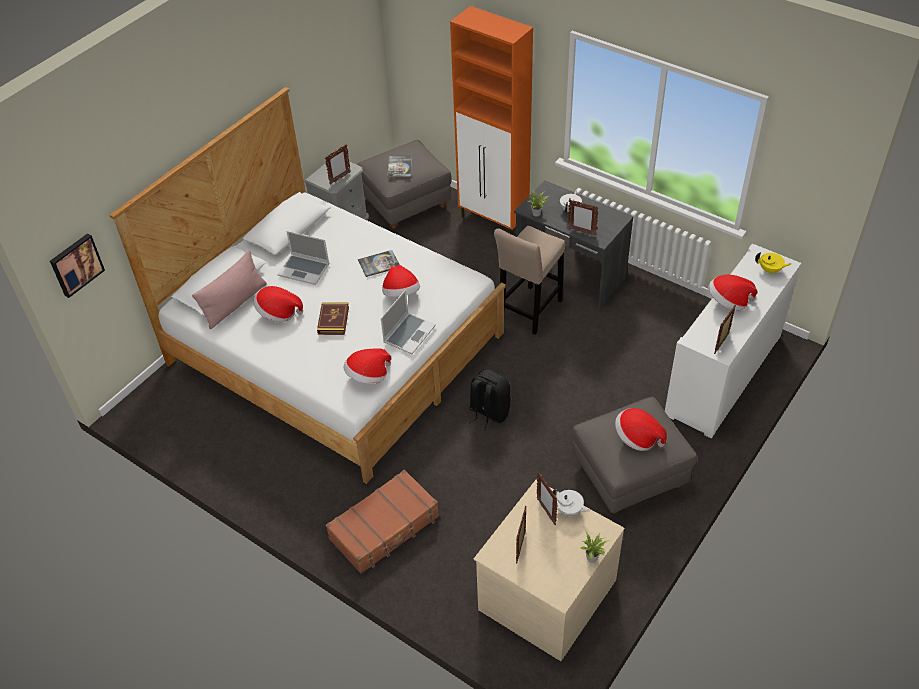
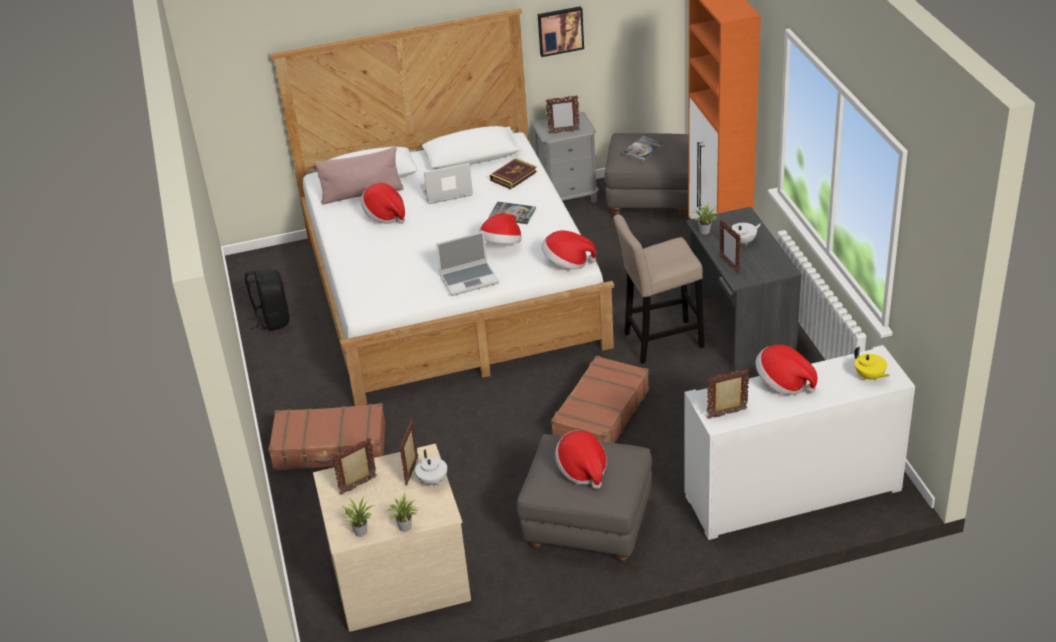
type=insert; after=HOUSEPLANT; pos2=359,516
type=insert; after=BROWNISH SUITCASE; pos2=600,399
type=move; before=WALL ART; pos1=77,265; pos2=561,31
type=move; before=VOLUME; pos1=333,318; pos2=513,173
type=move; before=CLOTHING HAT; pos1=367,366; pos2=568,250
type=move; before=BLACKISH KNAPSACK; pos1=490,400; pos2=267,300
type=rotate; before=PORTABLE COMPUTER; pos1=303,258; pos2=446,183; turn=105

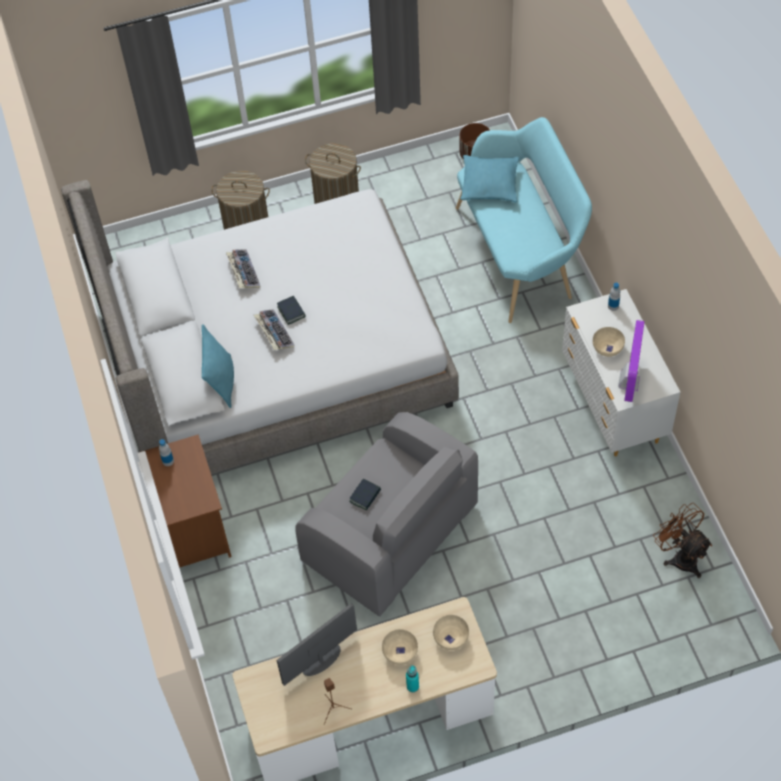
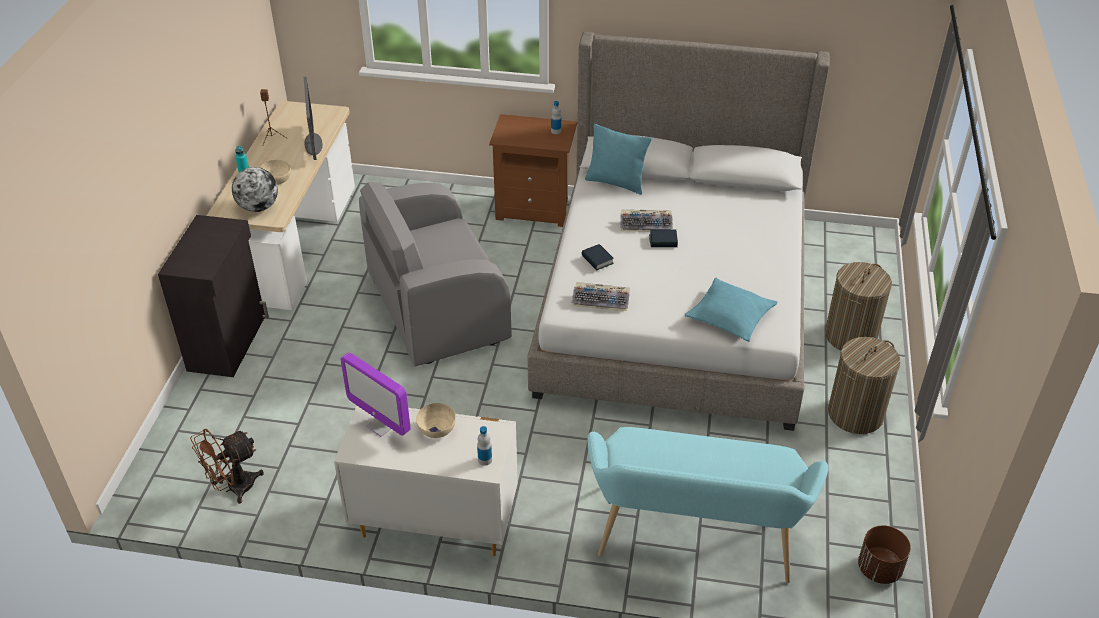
type=insert; after=BLACKISH STORAGE CABINET; pos2=213,296
type=move; before=KEYBOARD; pos1=243,268; pos2=601,296
type=move; before=VOLUME; pos1=365,495; pos2=598,257
type=move; before=BLUE-GREEN PILLOW; pos1=489,178; pos2=731,310
type=replace; before=BEIGE-COLOURED DEEP DISH; after=GLOBE; pos1=451,632; pos2=255,189
type=rotate; before=BROWNISH ELECTRIC FAN; pos1=682,540; pos2=227,466; turn=150

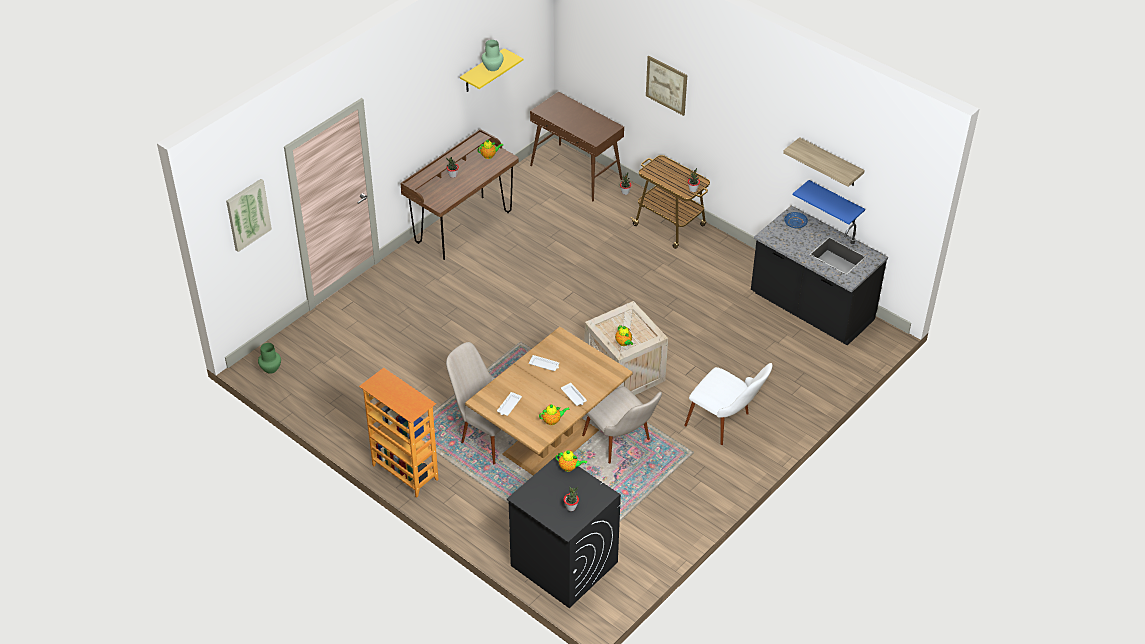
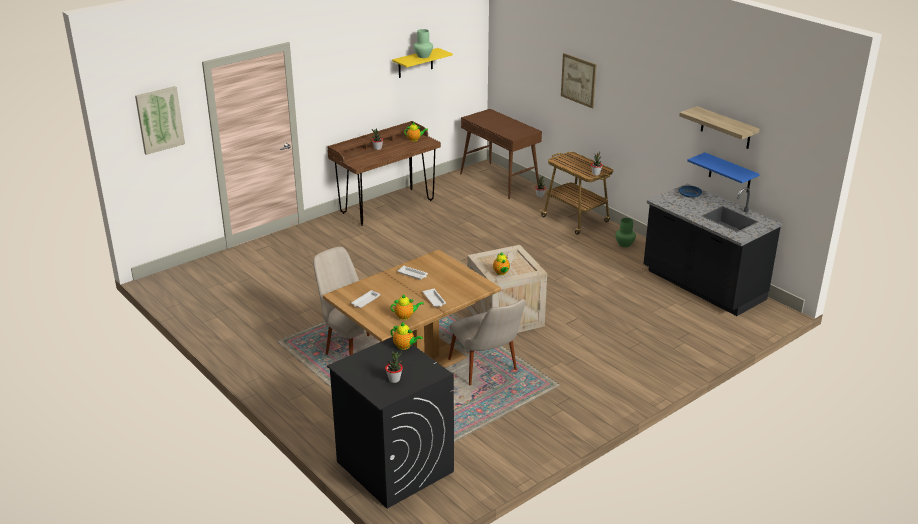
type=delete; before=SHELVING UNIT; pos1=399,433
type=delete; before=WHITE PLAIN CHAIR; pos1=728,404
type=move; before=GREEN-COLOURED DECORATIVE VASE; pos1=269,358; pos2=625,232

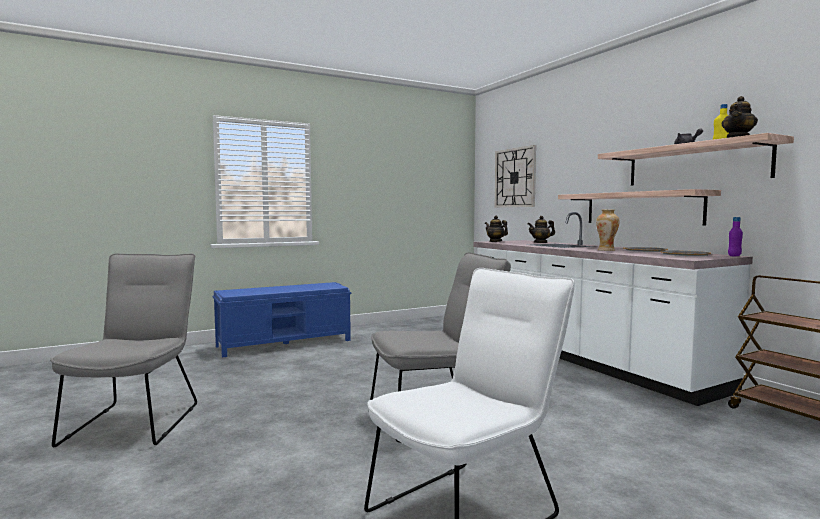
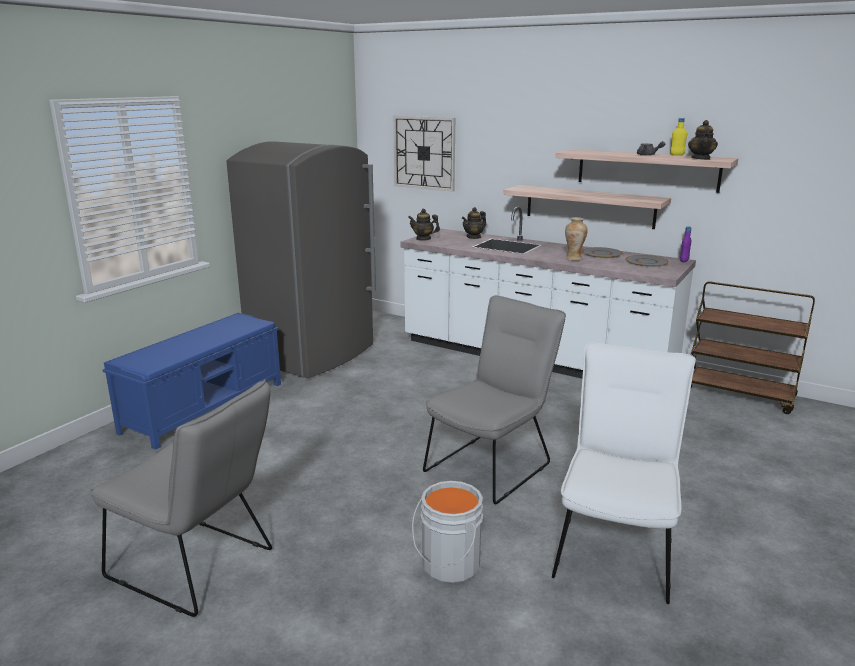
type=insert; after=GREYISH KITCHEN FRIDGE; pos2=301,259
type=insert; after=GREYISH WATER BUCKET; pos2=447,532
type=rotate; before=GREYISH PLAIN CHAIR; pos1=123,350; pos2=181,498; turn=150

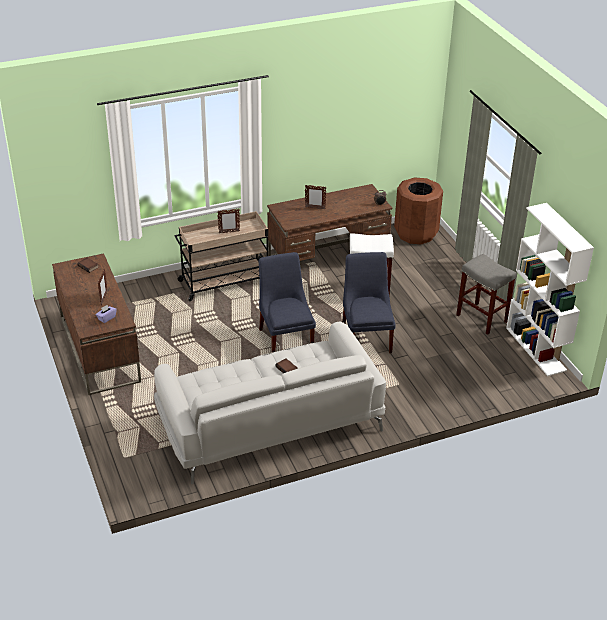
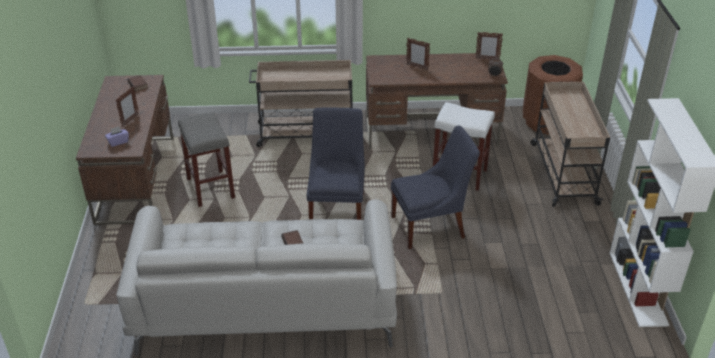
type=insert; after=BEIGE-COLOURED WHEELED CART; pos2=570,144
type=move; before=PICTURE FRAME; pos1=229,221; pos2=489,46
type=move; before=GREYISH STOOL SEAT; pos1=486,294; pos2=206,159
type=rotate; before=BLUISH PLAIN CHAIR; pos1=369,302; pos2=435,187; turn=60

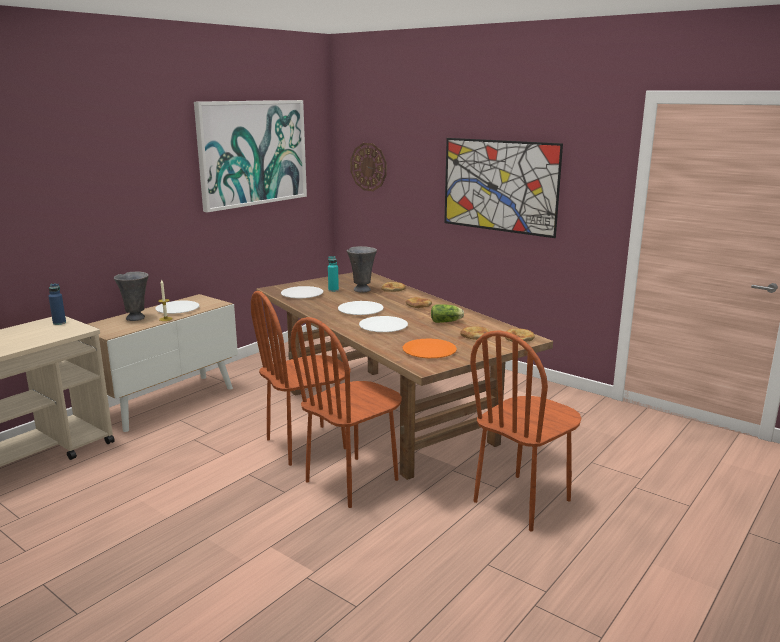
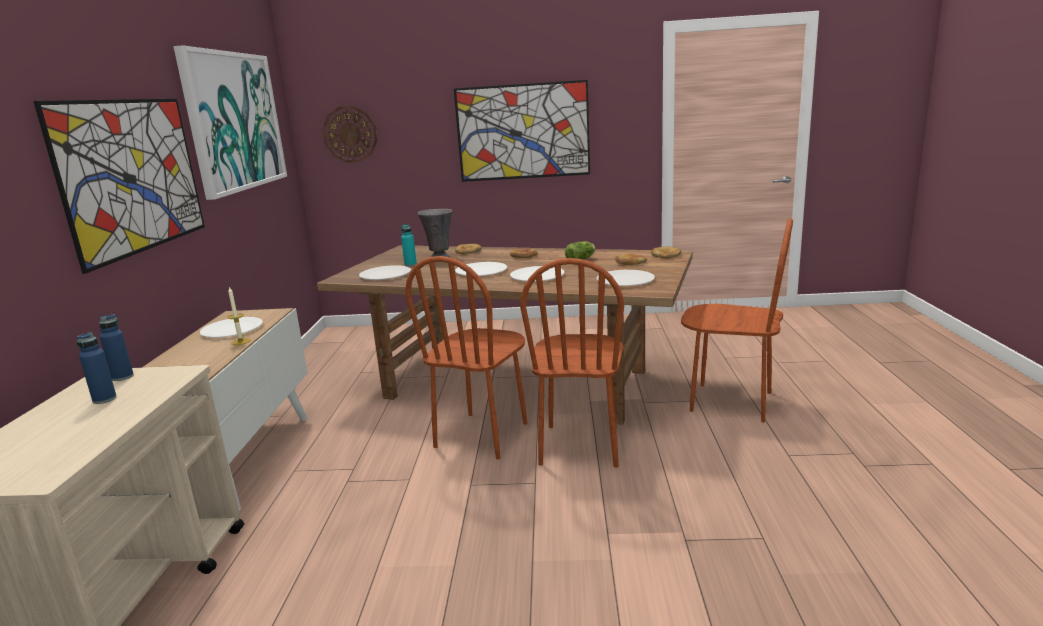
type=delete; before=GREYISH DECORATIVE VASE; pos1=131,296
type=insert; after=WALL ART; pos2=119,186
type=insert; after=BLUISH DRINK BOTTLE; pos2=96,368
type=recolor; before=ORANGE DINNER PLATE; after=WHITE DINNER PLATE; pos1=430,348; pos2=625,278
type=rotate; before=BROWNISH PLAIN CHAIR; pos1=526,431; pos2=737,321; turn=-75

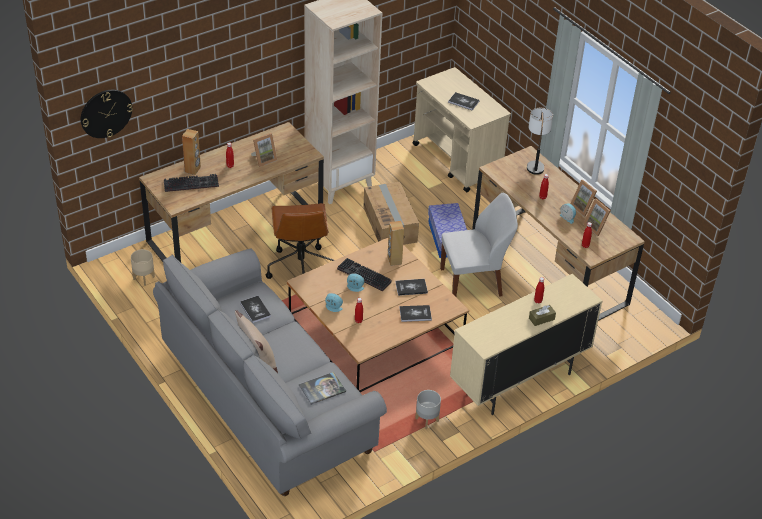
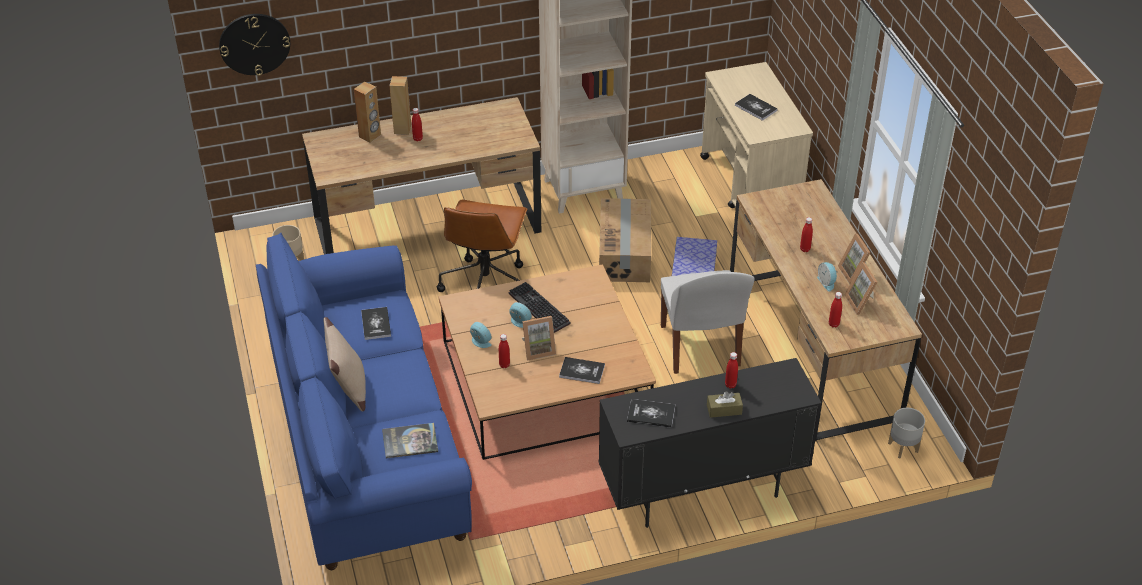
type=delete; before=KEYBOARD; pos1=191,183
type=delete; before=TABLE LAMP; pos1=540,141
type=move; before=PICTURE FRAME; pos1=264,150; pos2=539,338
type=move; before=BROWNISH SPEAKER; pos1=396,243; pos2=400,105
type=move; before=VOLUME; pos1=411,287; pos2=651,413
type=move; before=GREYISH PLANT POT; pos1=428,409; pos2=906,433
type=recolor; before=GREYISH SETTEE; after=BLUISH SETTEE; pos1=270,372; pos2=364,401
type=recolor; before=BEIGE-COLOURED STORAGE CABINET; after=BLACKISH STORAGE CABINET; pos1=526,344; pos2=710,443
type=rotate; before=WHITE PLAIN CHAIR; pos1=479,245; pos2=708,322; turn=75

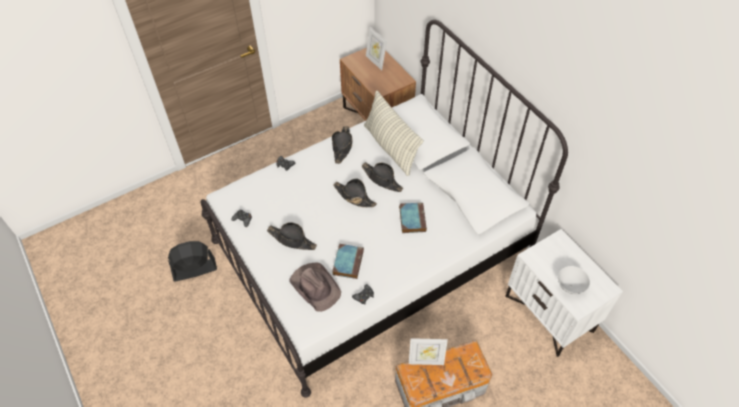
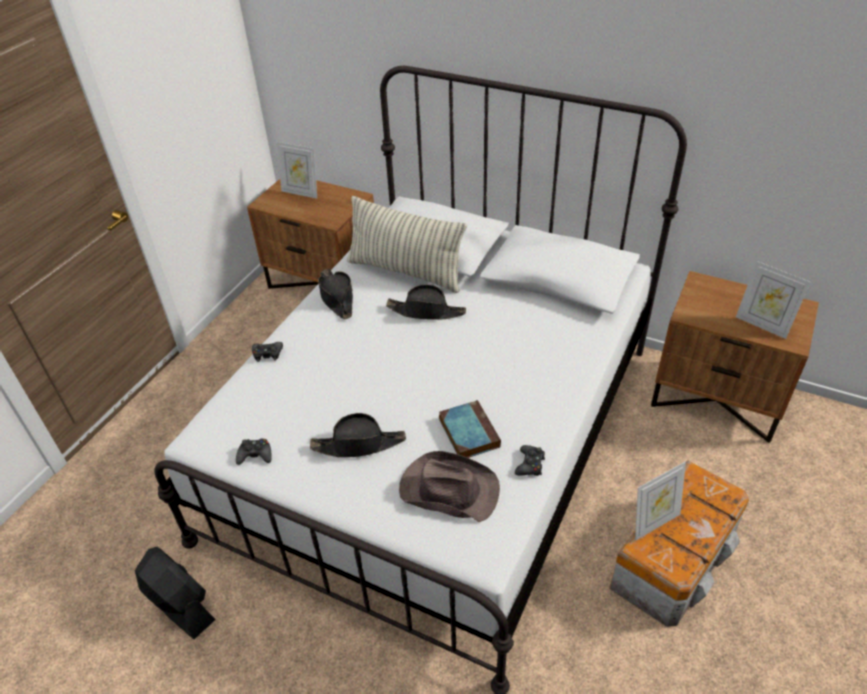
type=delete; before=BLACKISH CLOTHING HAT; pos1=355,193
type=delete; before=VOLUME; pos1=413,218
type=replace; before=WHITE DEEP DISH; after=PICTURE FRAME; pos1=574,280; pos2=773,300
type=recolor; before=WHITE NIGHTSTAND; after=BROWNISH NIGHTSTAND; pos1=564,293; pos2=735,357
type=rotate; before=BLACKISH ELECTRIC FAN; pos1=192,261; pos2=175,593; turn=90

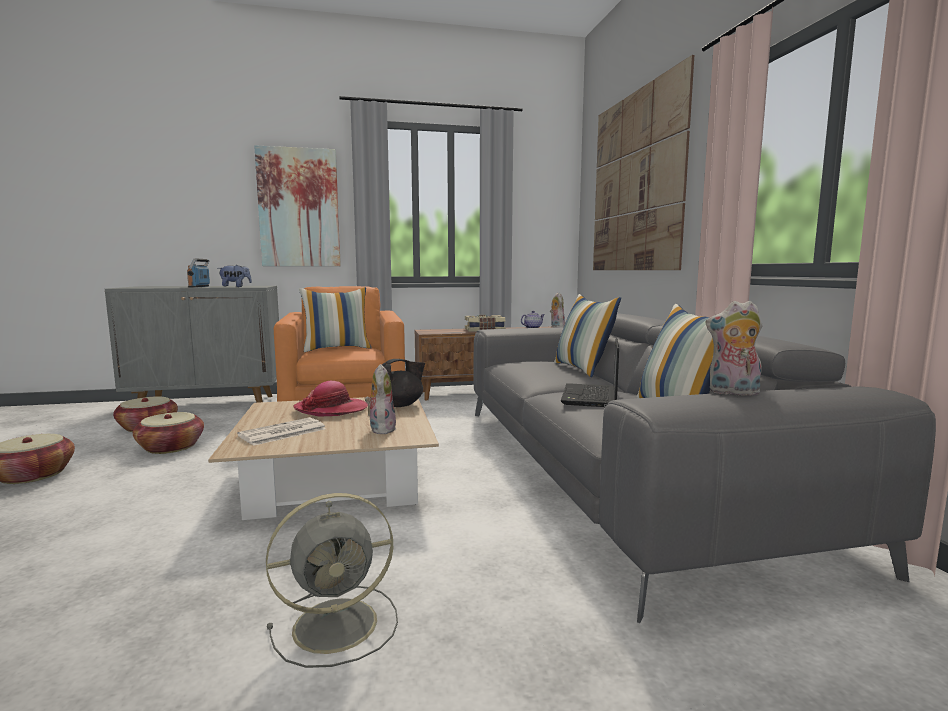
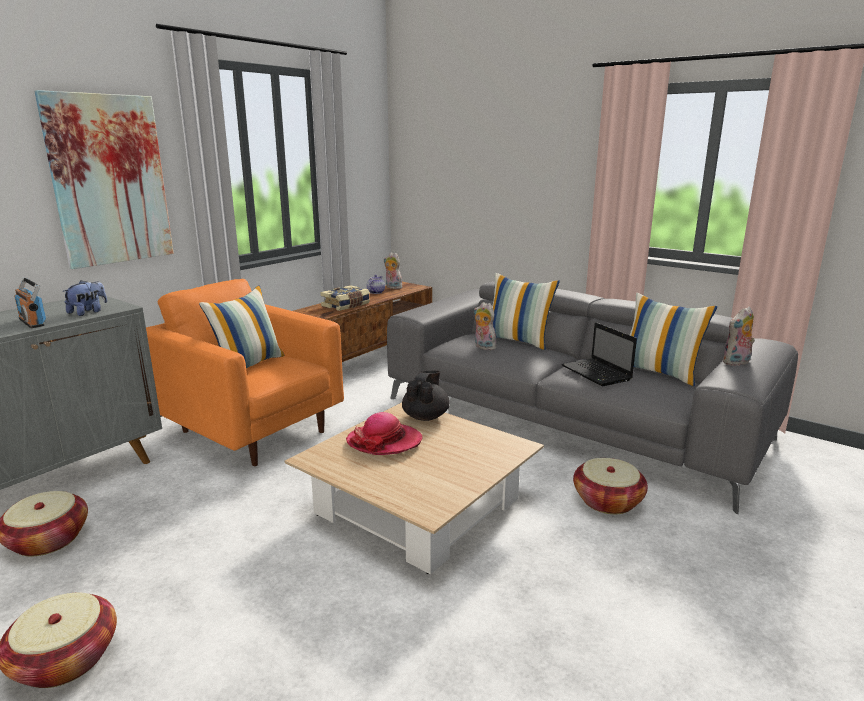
type=delete; before=DAILY PAPER; pos1=281,431
type=delete; before=GREYISH ELECTRIC FAN; pos1=332,580
type=delete; before=WALL ART; pos1=643,162
type=move; before=HOUSEHOLD BASKET; pos1=168,433; pos2=610,486
type=move; before=SOFT TOY; pos1=380,399; pos2=485,326

